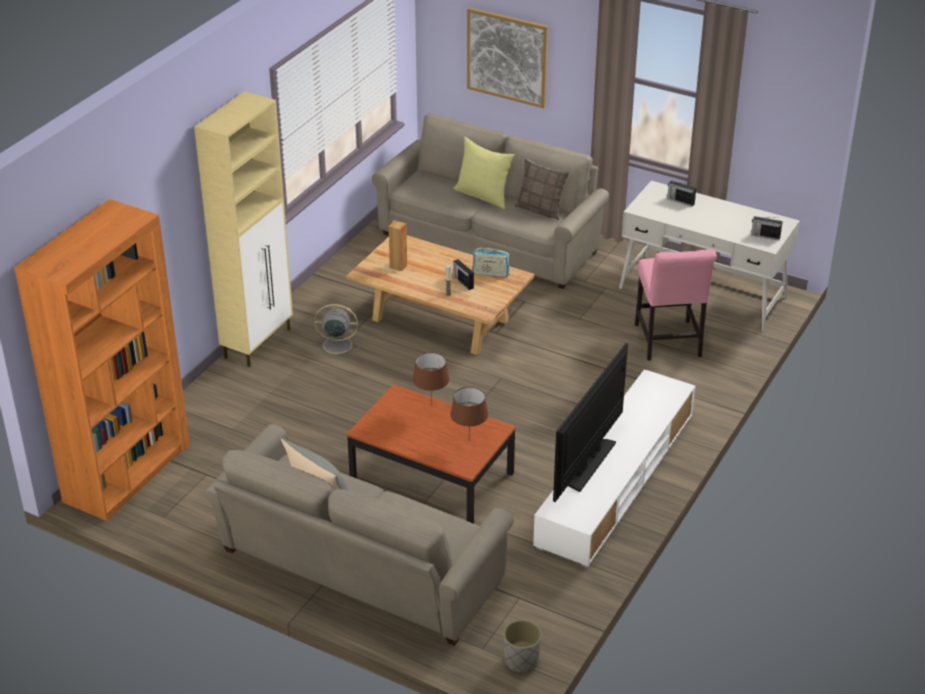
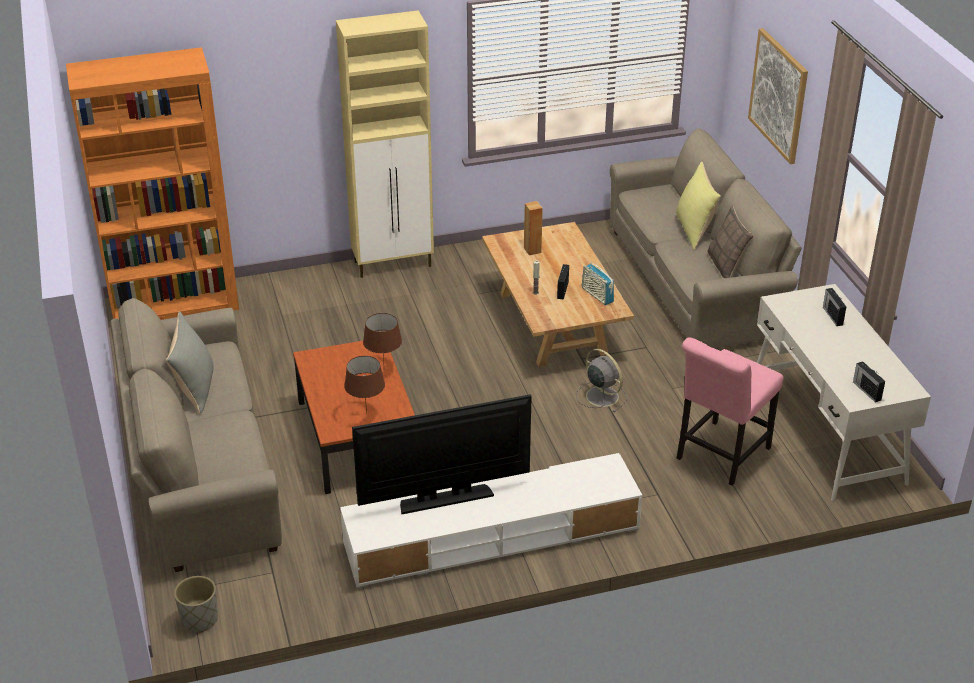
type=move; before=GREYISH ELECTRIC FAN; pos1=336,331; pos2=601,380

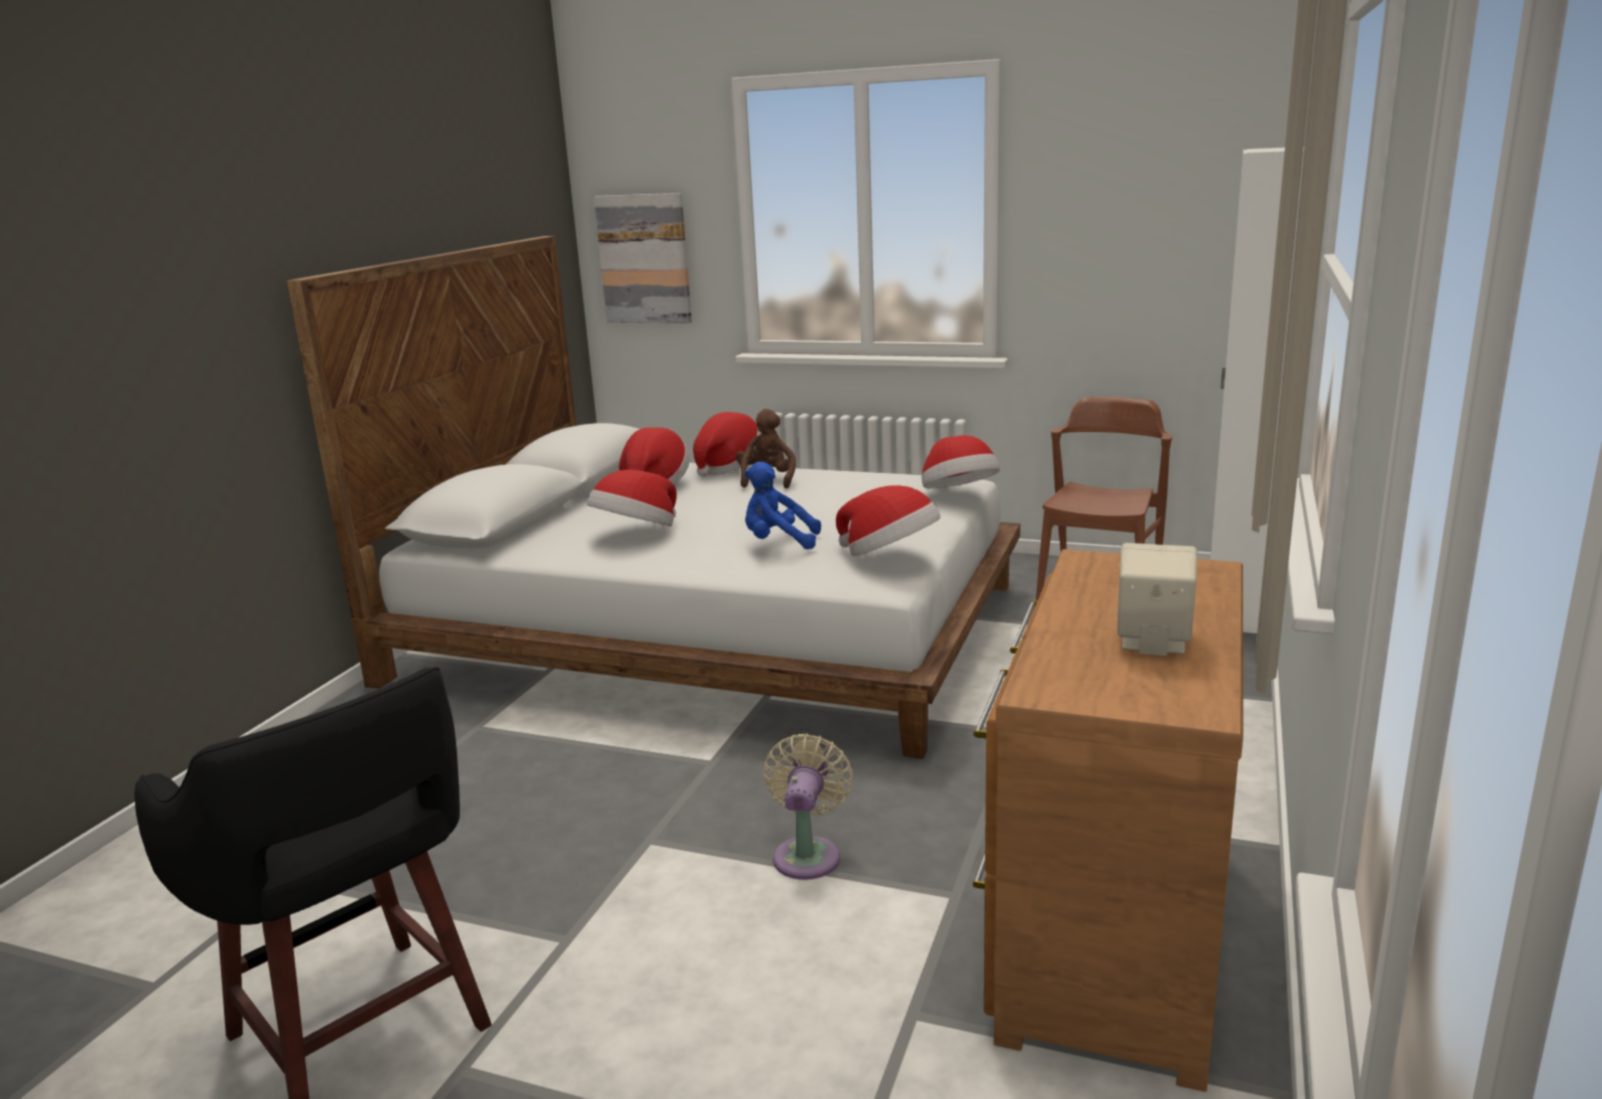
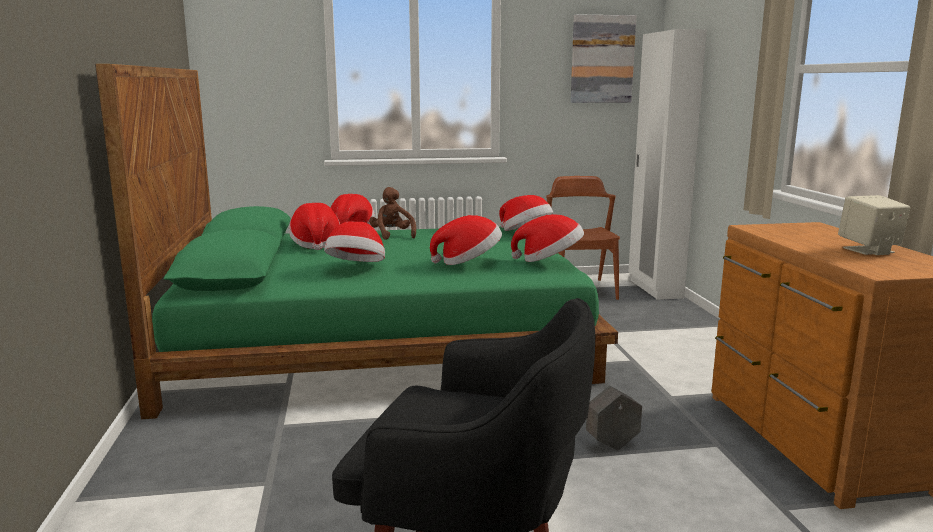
type=move; before=WALL ART; pos1=643,258; pos2=603,58
type=replace; before=BLUISH SOFT TOY; after=CLOTHING HAT; pos1=782,505; pos2=466,240
type=replace; before=BEIGE-COLOURED ELECTRIC FAN; after=GREYISH PLANT POT; pos1=808,806; pos2=614,418
type=recolor; before=WHITE BEDROOM BED; after=GREEN-COLOURED BEDROOM BED; pos1=653,497; pos2=356,241

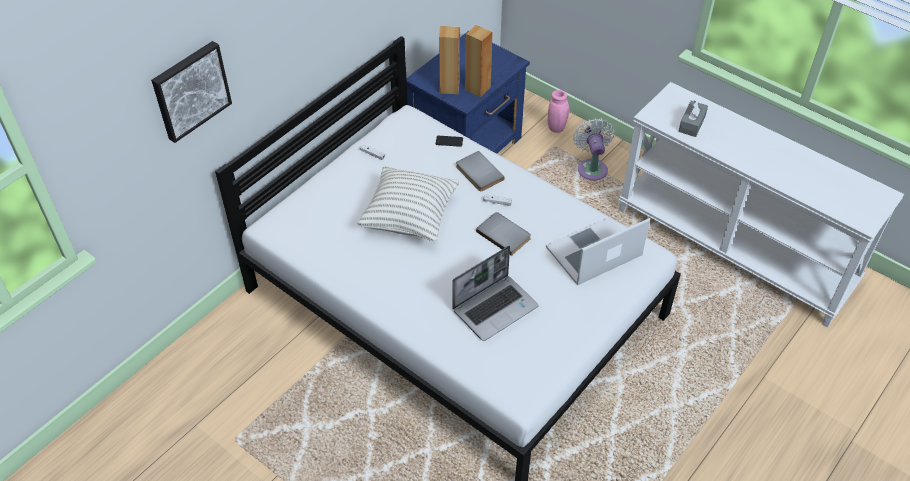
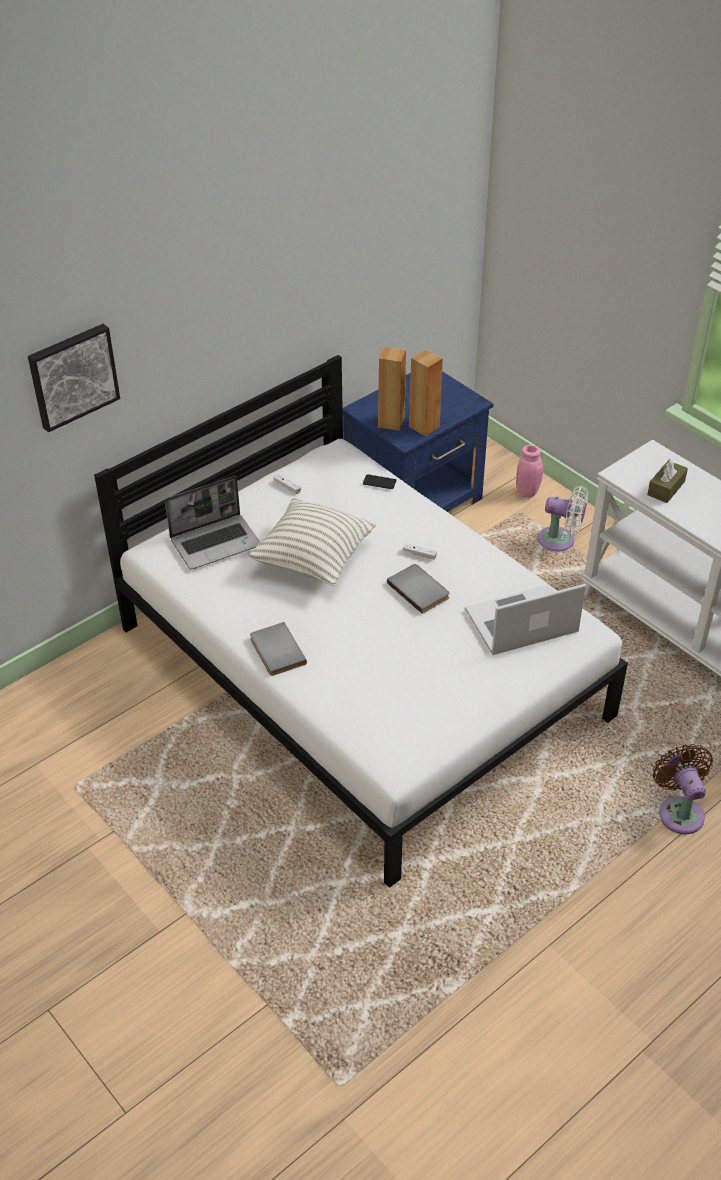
type=insert; after=BROWNISH ELECTRIC FAN; pos2=683,789
type=move; before=PORTABLE COMPUTER; pos1=495,293; pos2=212,523
type=move; before=GREYISH VOLUME; pos1=480,171; pos2=278,649
type=recolor; before=GREYISH BOX OF TISSUES; after=BROWNISH BOX OF TISSUES; pos1=693,118; pos2=667,481
type=rotate; before=WHITE ELECTRIC FAN; pos1=594,149; pos2=563,518; turn=105

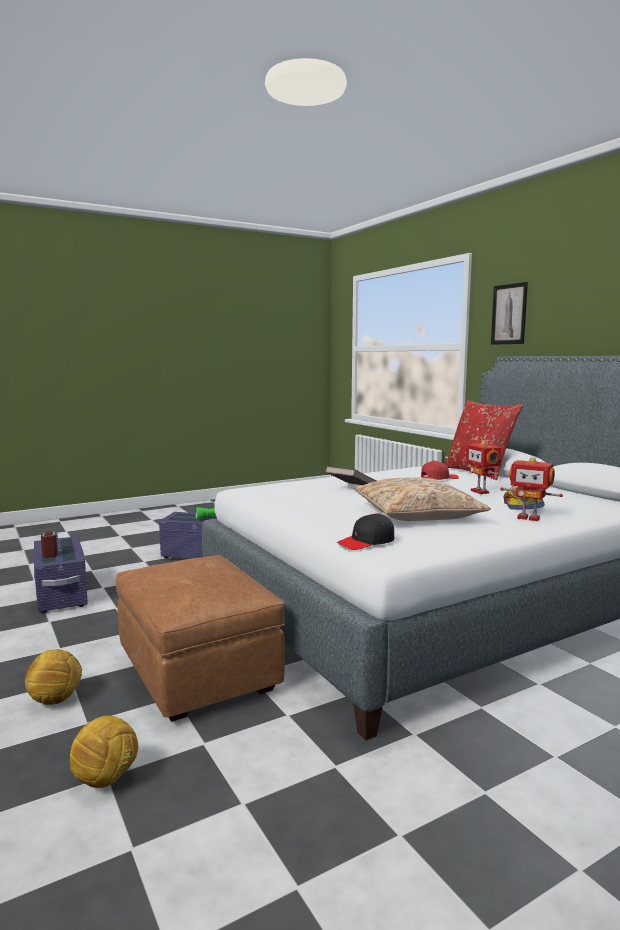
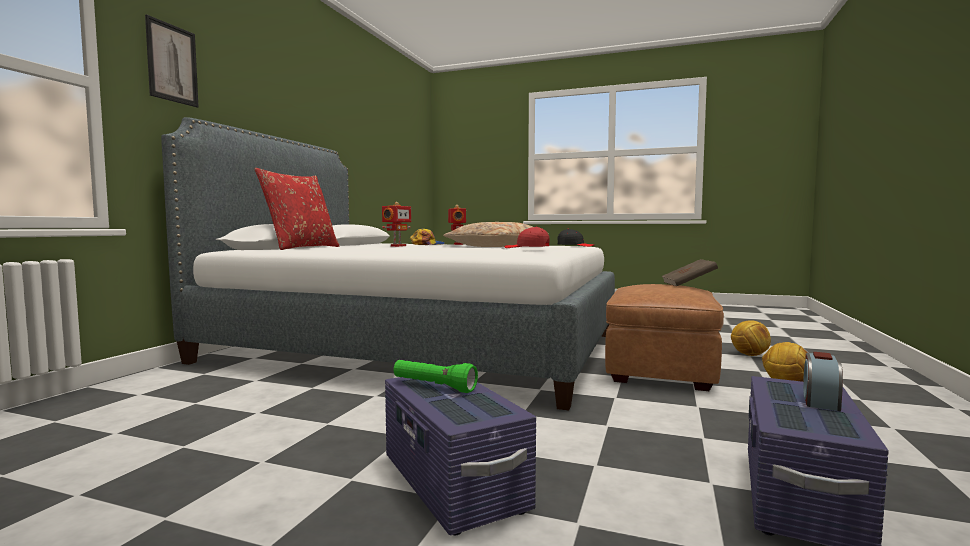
type=move; before=BROWNISH VOLUME; pos1=351,475; pos2=690,272
type=move; before=REDDISH BASEBALL CAP; pos1=440,470; pos2=527,237

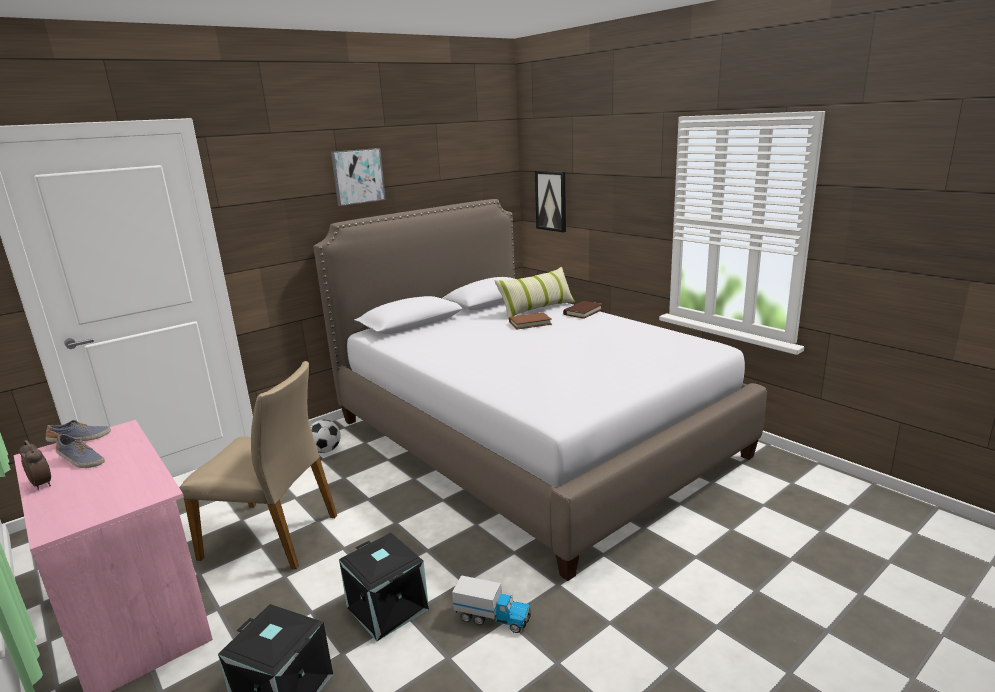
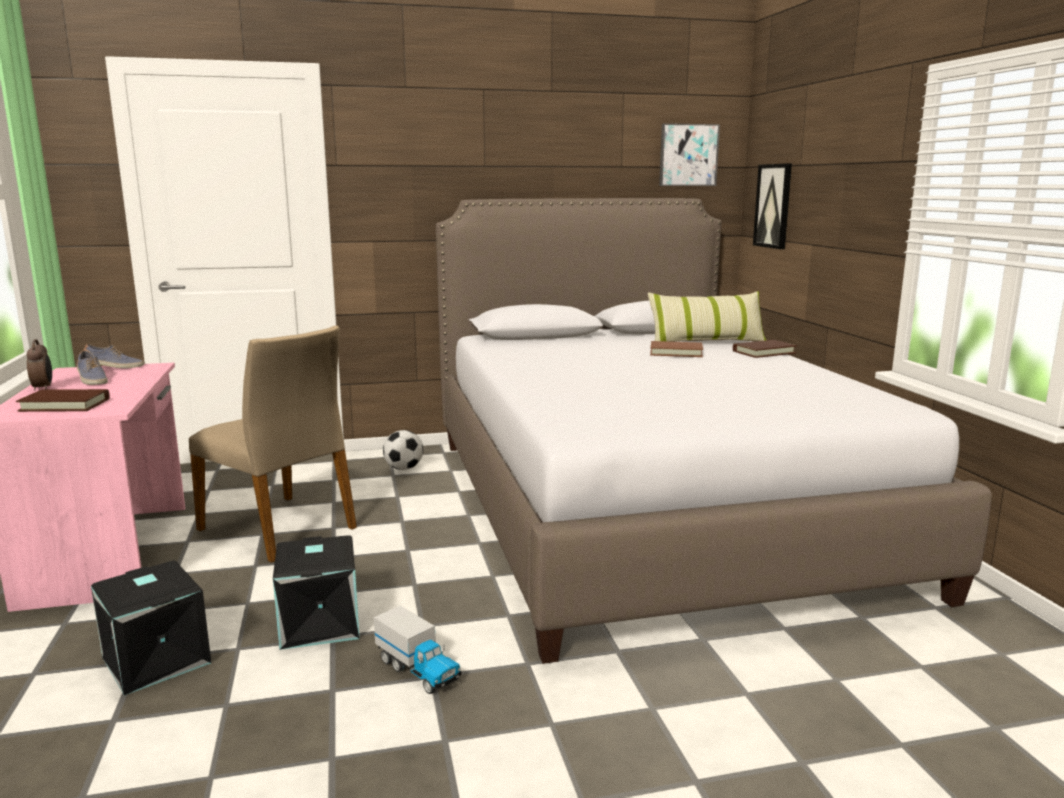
type=insert; after=BROWNISH VOLUME; pos2=63,400
type=move; before=WALL ART; pos1=358,177; pos2=689,154

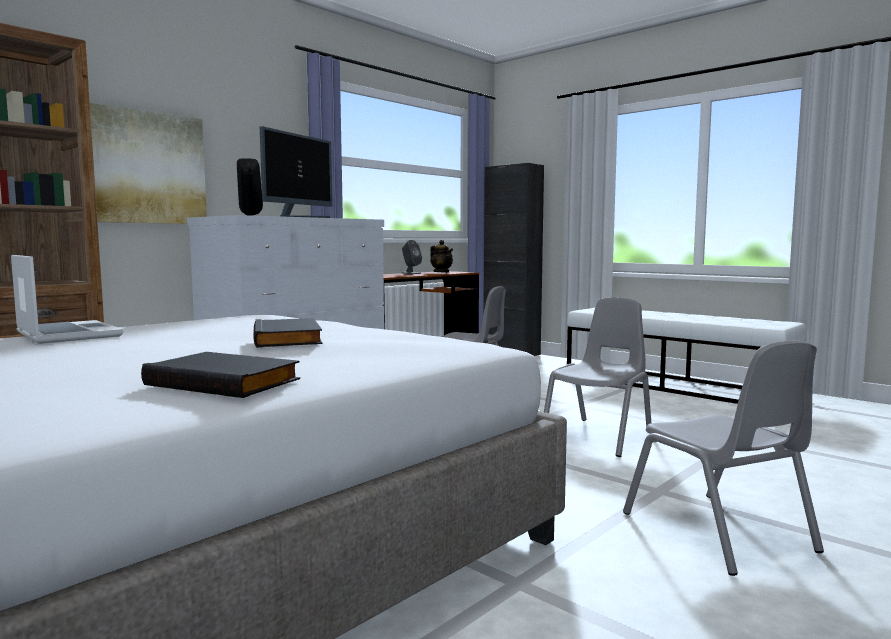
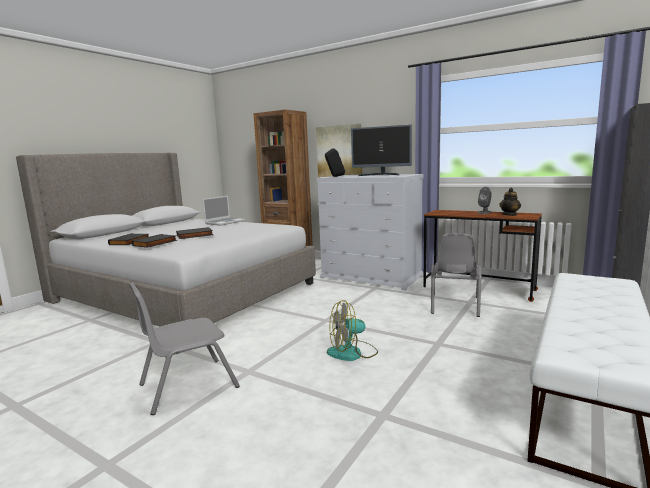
type=insert; after=BLACKISH VOLUME; pos2=154,241
type=replace; before=GREYISH PLAIN CHAIR; after=ELECTRIC FAN; pos1=597,377; pos2=352,330

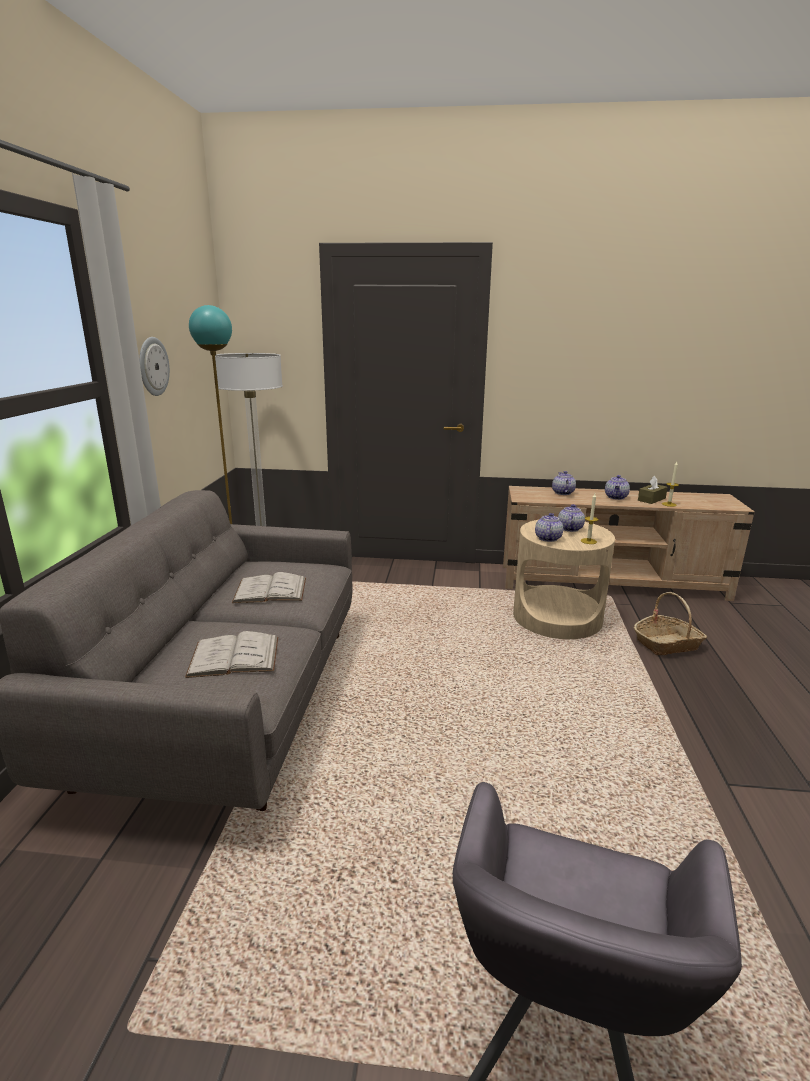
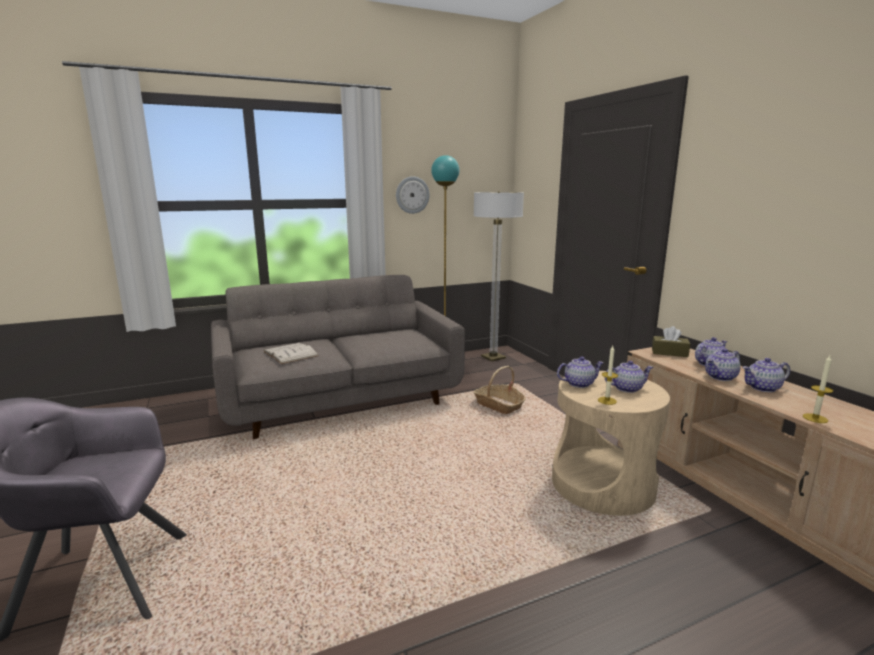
type=delete; before=WHITE VOLUME; pos1=269,587
type=insert; after=TEA POT; pos2=723,365
type=move; before=HOUSEHOLD BASKET; pos1=670,623; pos2=499,390
type=move; before=BROWNISH BOX OF TISSUES; pos1=653,490; pos2=671,341

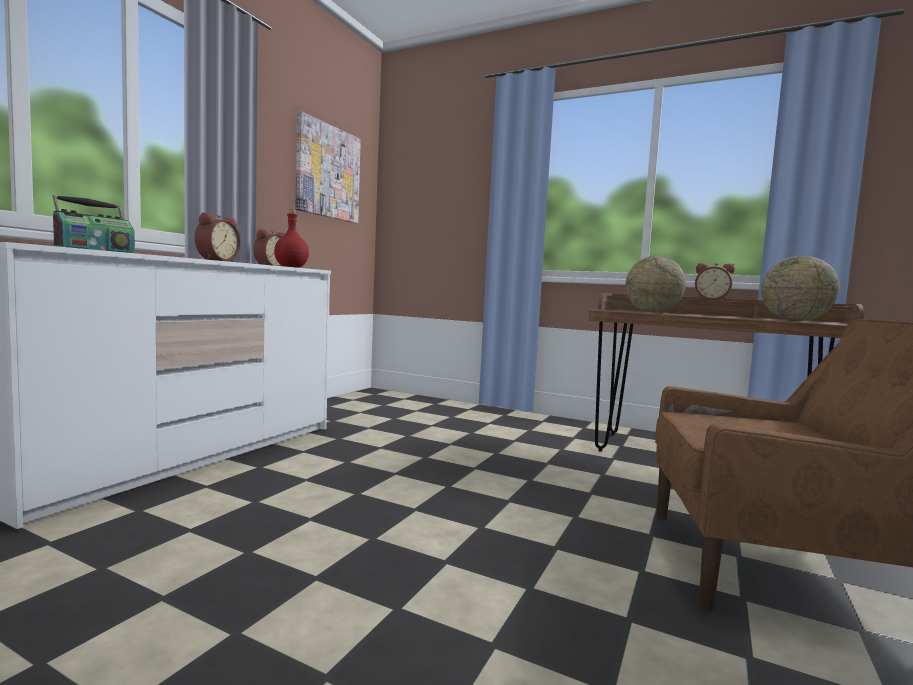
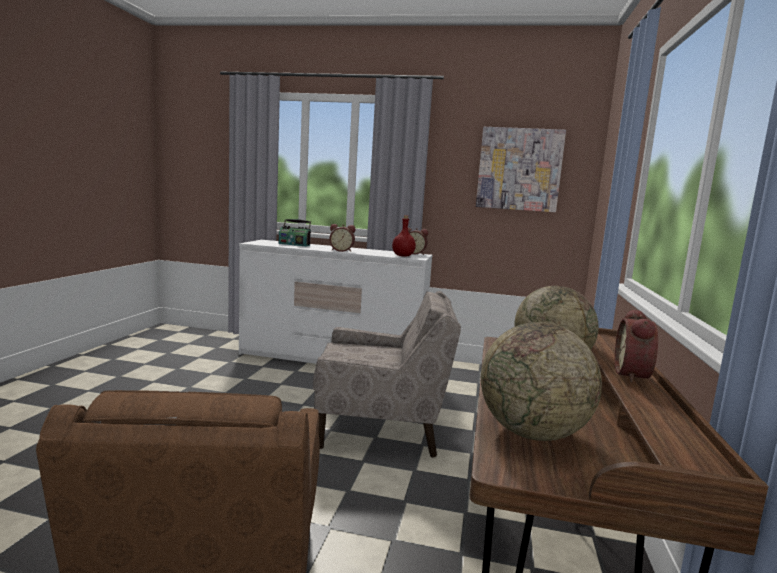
type=insert; after=BEIGE-COLOURED LOUNGE CHAIR; pos2=387,374

